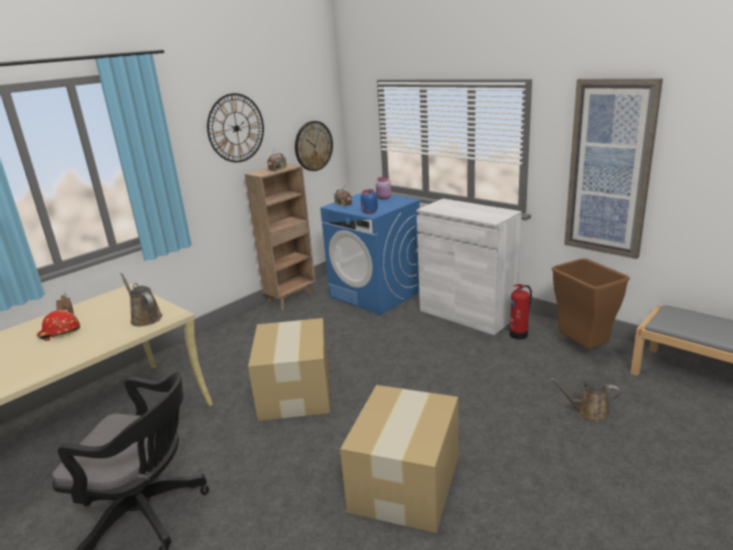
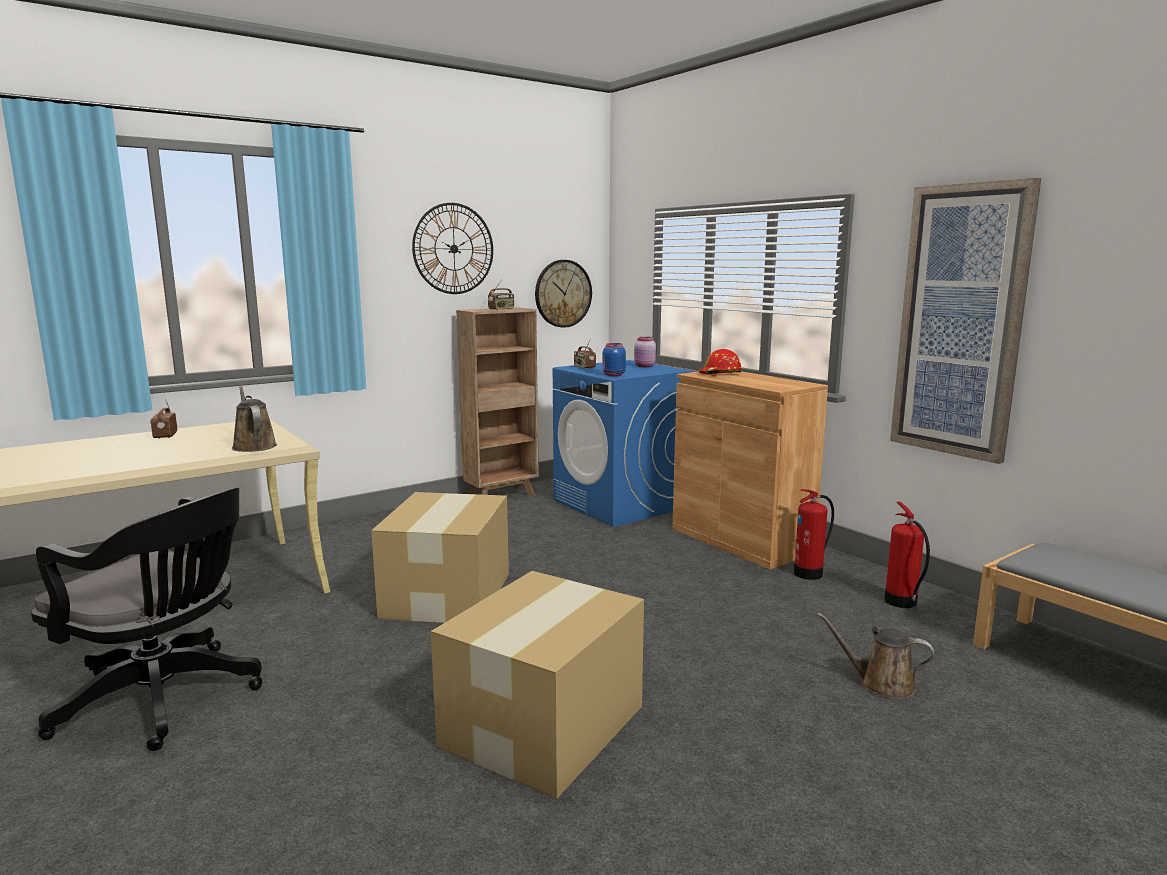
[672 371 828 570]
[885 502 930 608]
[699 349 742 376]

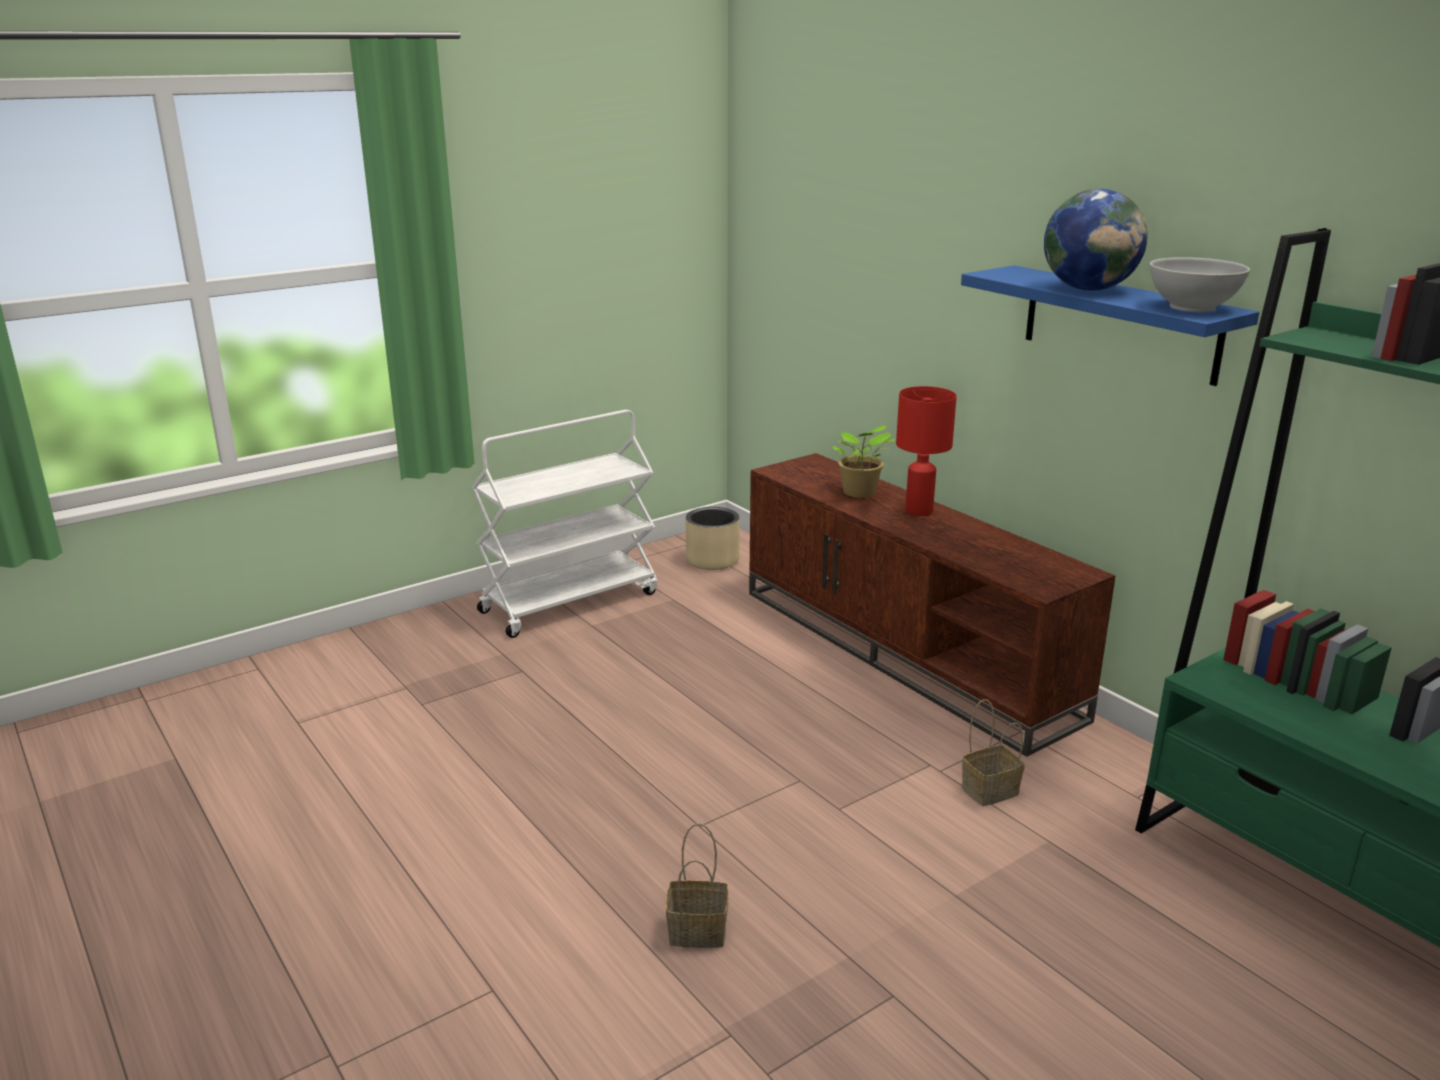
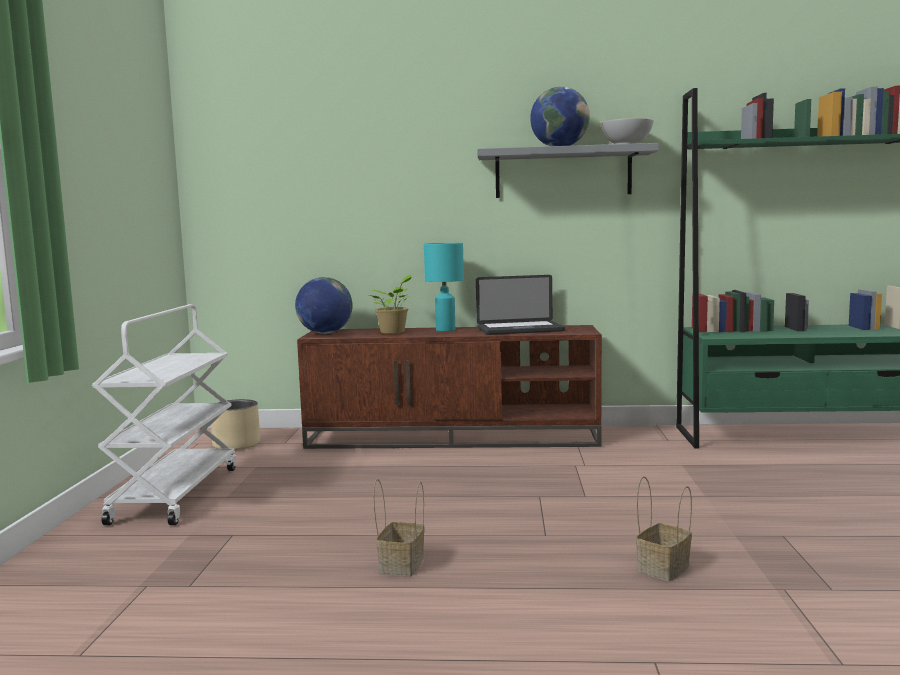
[477 143 659 198]
[424 243 464 331]
[373 479 425 576]
[476 275 565 335]
[295 277 353 334]

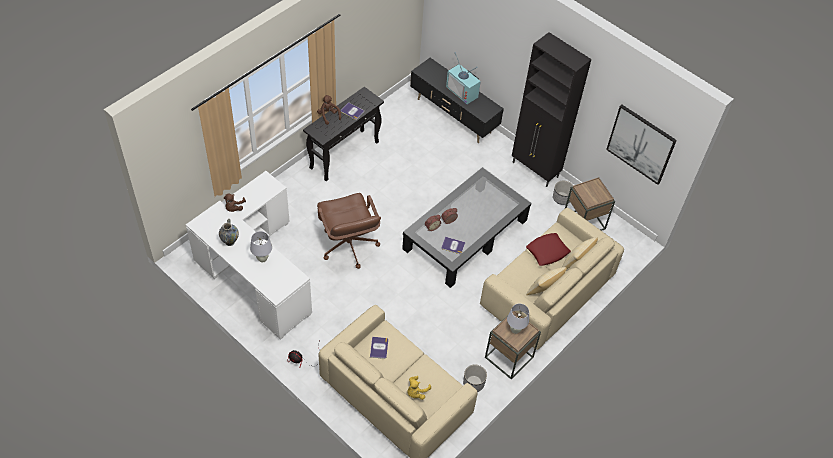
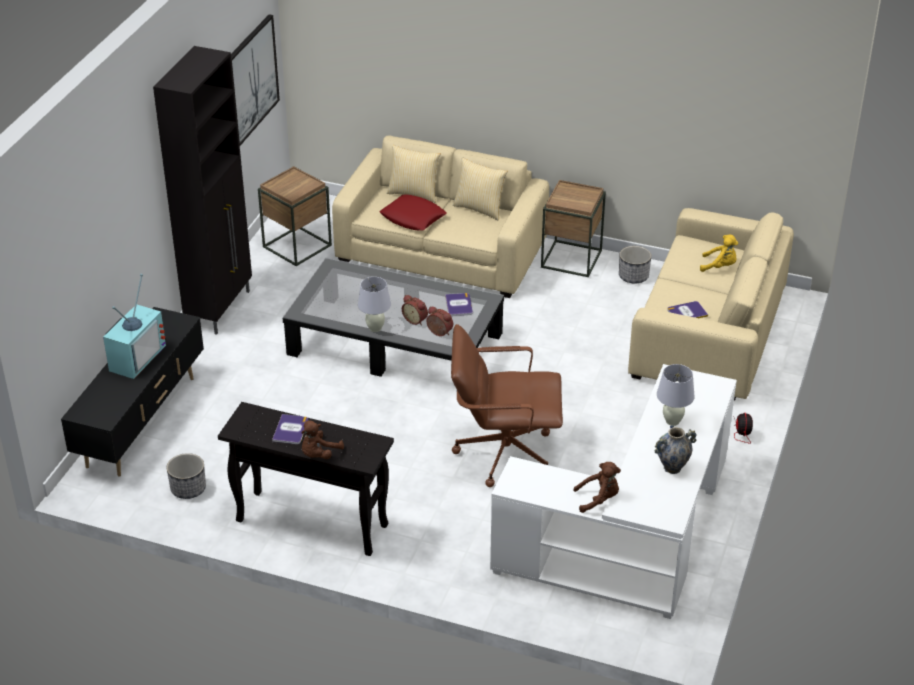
[167 453 206 499]
[451 324 563 487]
[358 277 391 332]

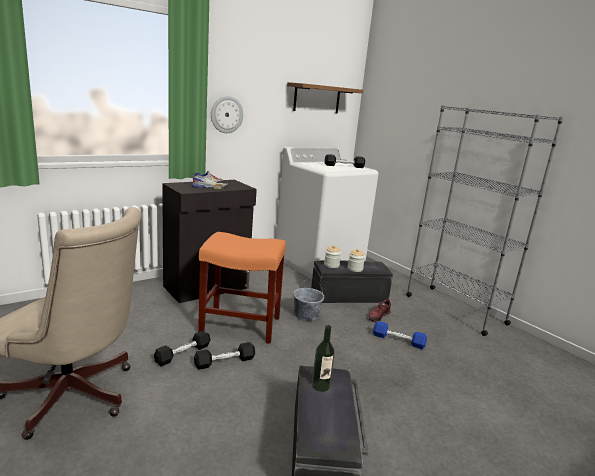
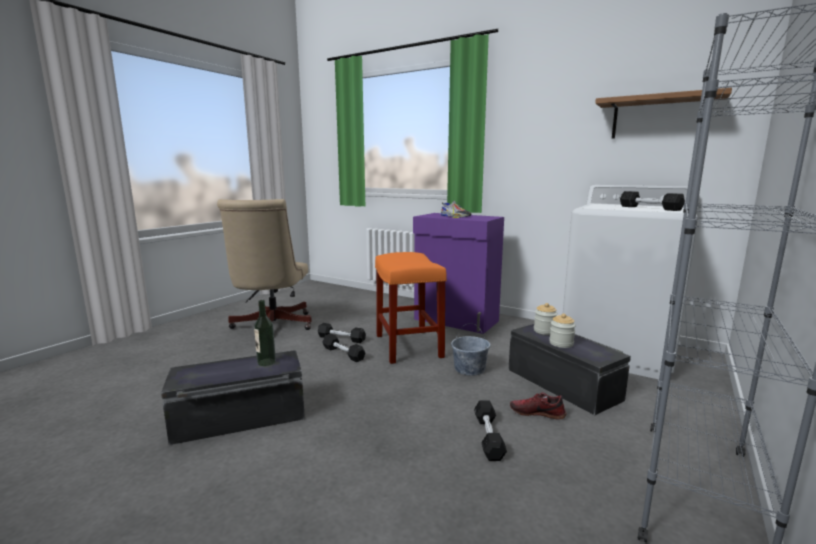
[211 96 243 133] (first image)
[413 213 504 334]
[474 400 507 461]

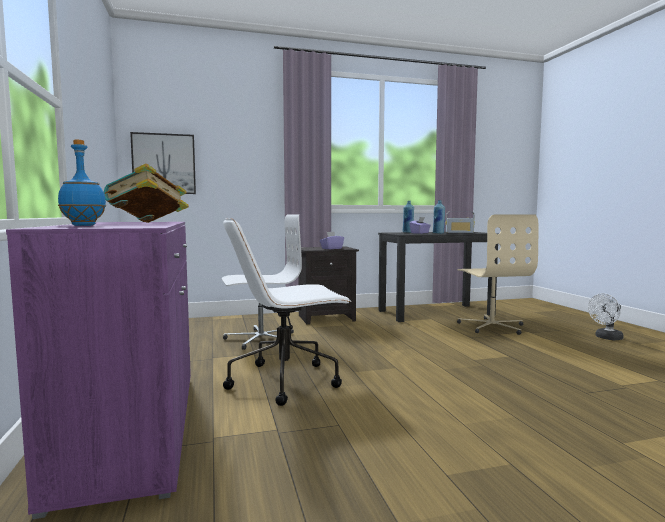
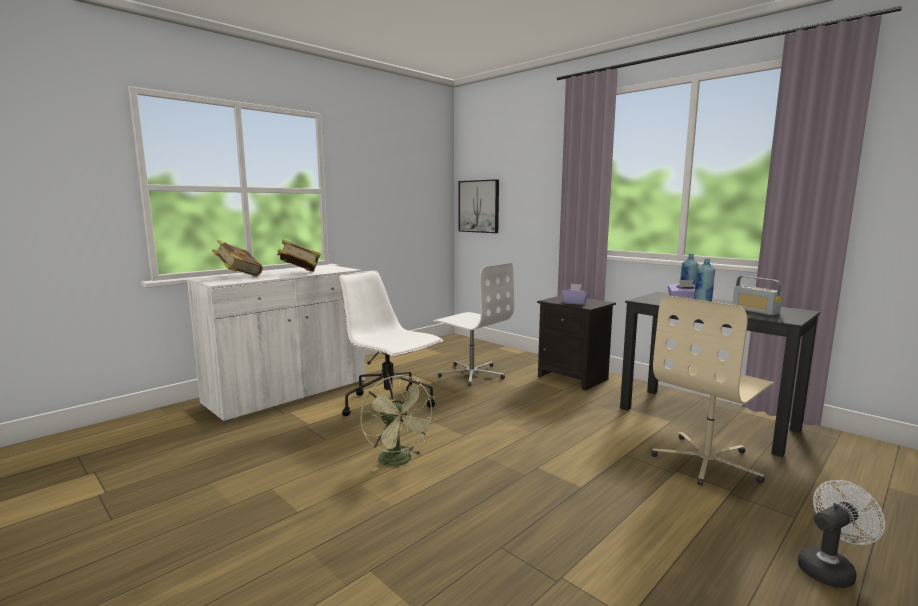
[212 240 263 276]
[187 265 366 423]
[798 480 885 588]
[361 375 436 472]

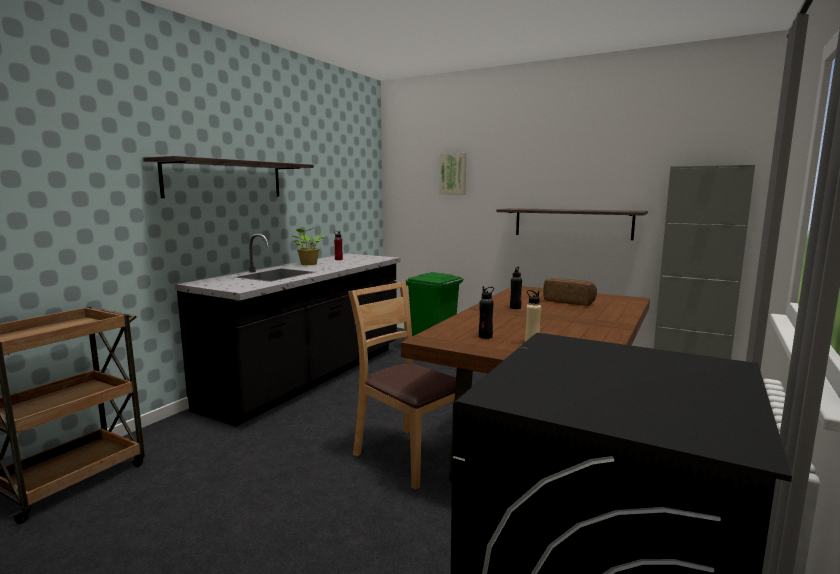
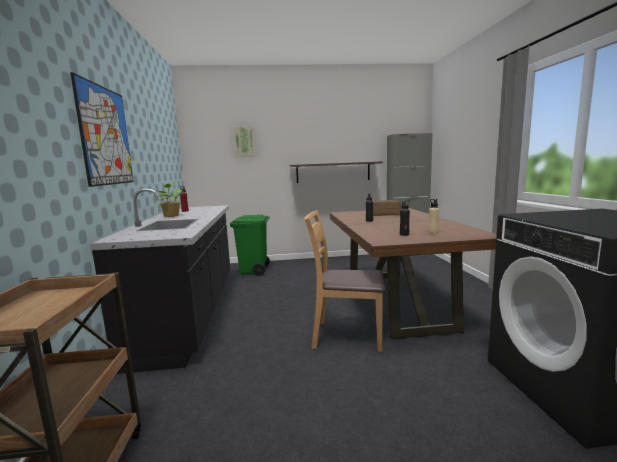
[70 72 134 187]

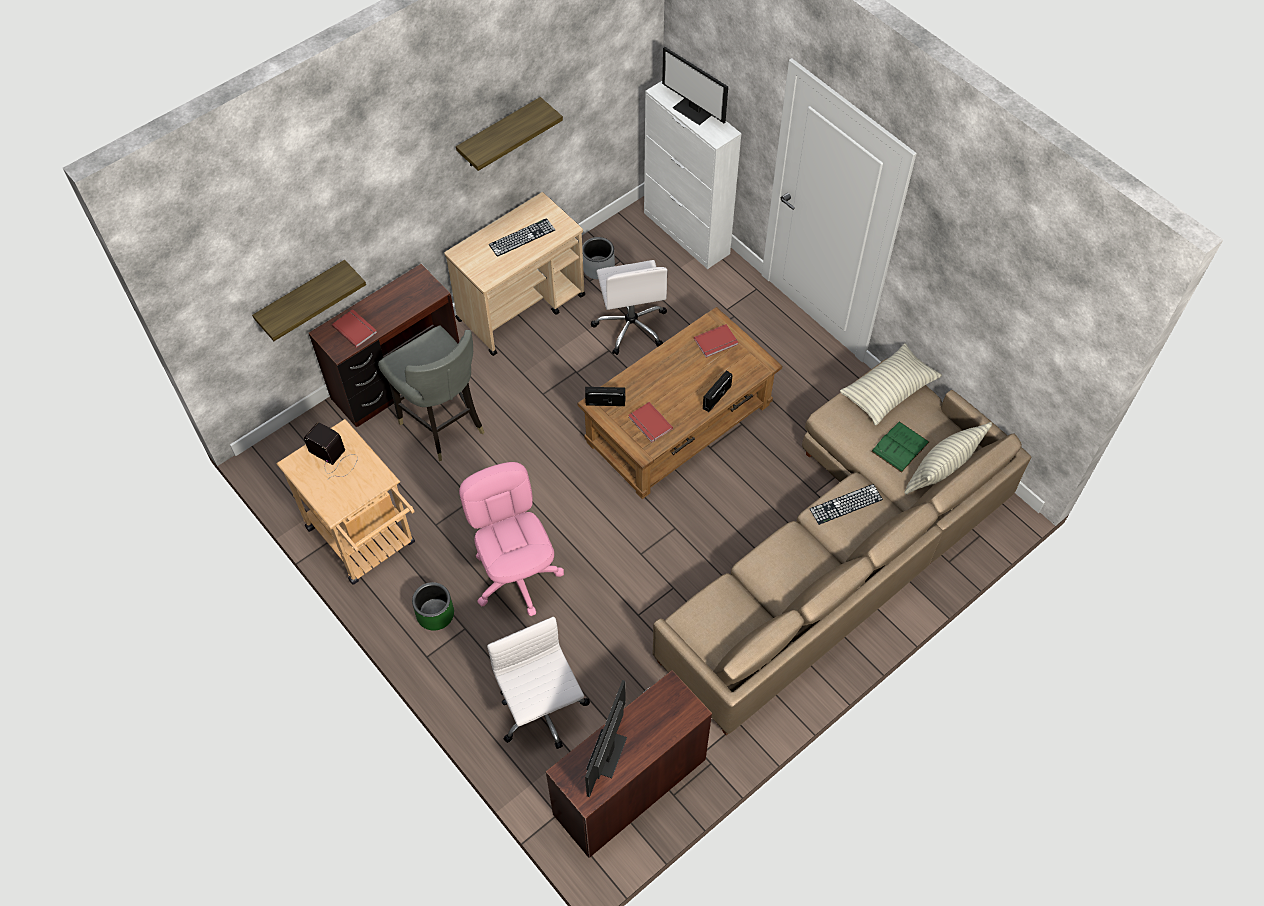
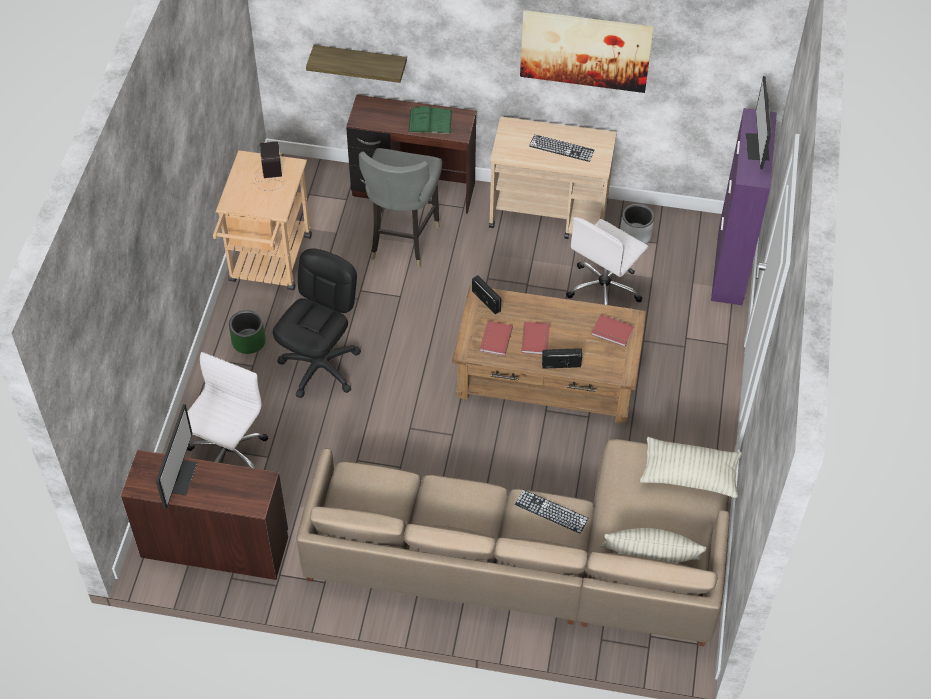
[711 108 777 305]
[520 10 654 93]
[521 322 550 354]
[408 106 452 134]
[273 248 361 398]
[156 404 197 510]

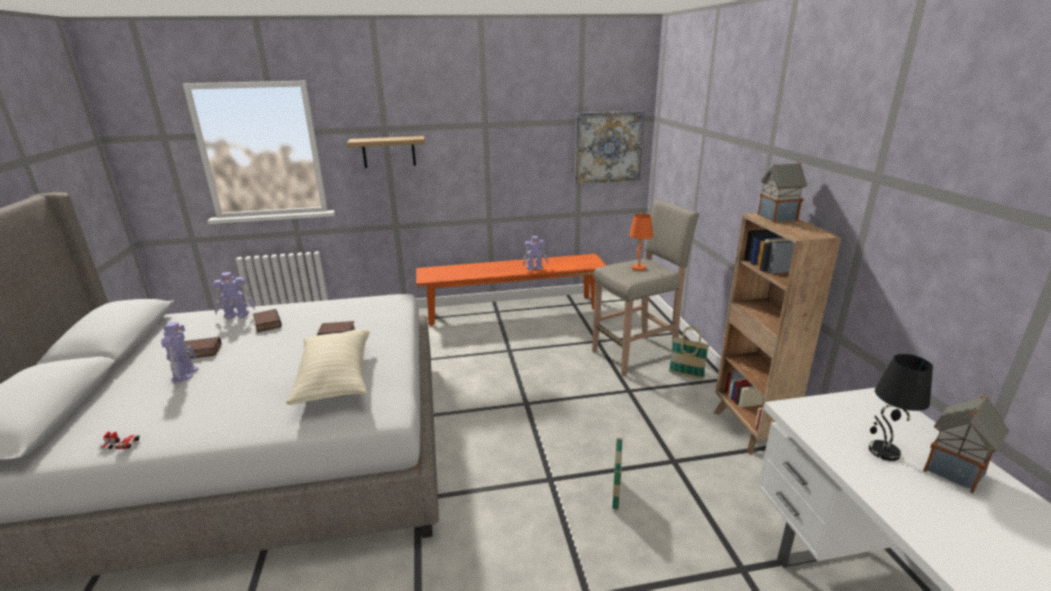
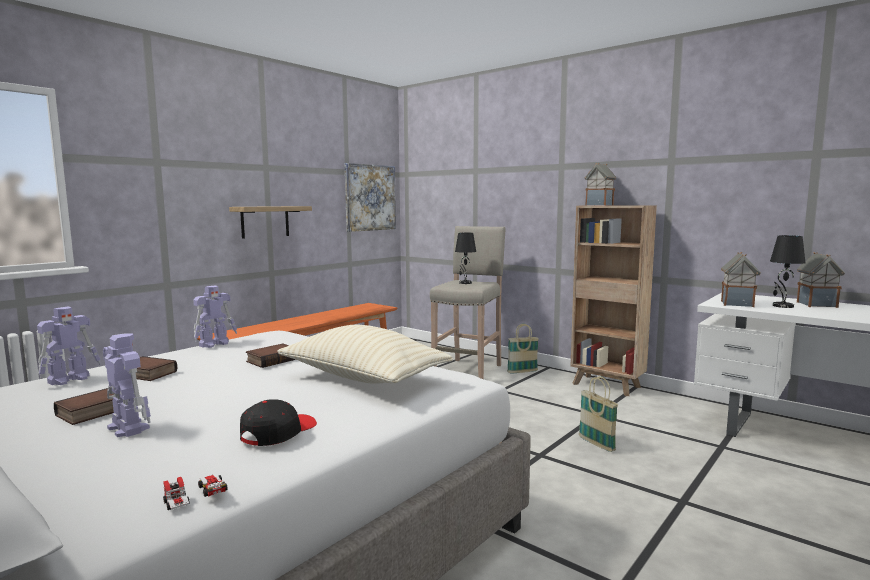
[229 206 312 239]
[455 233 476 284]
[193 285 237 348]
[721 252 761 307]
[240 399 317 446]

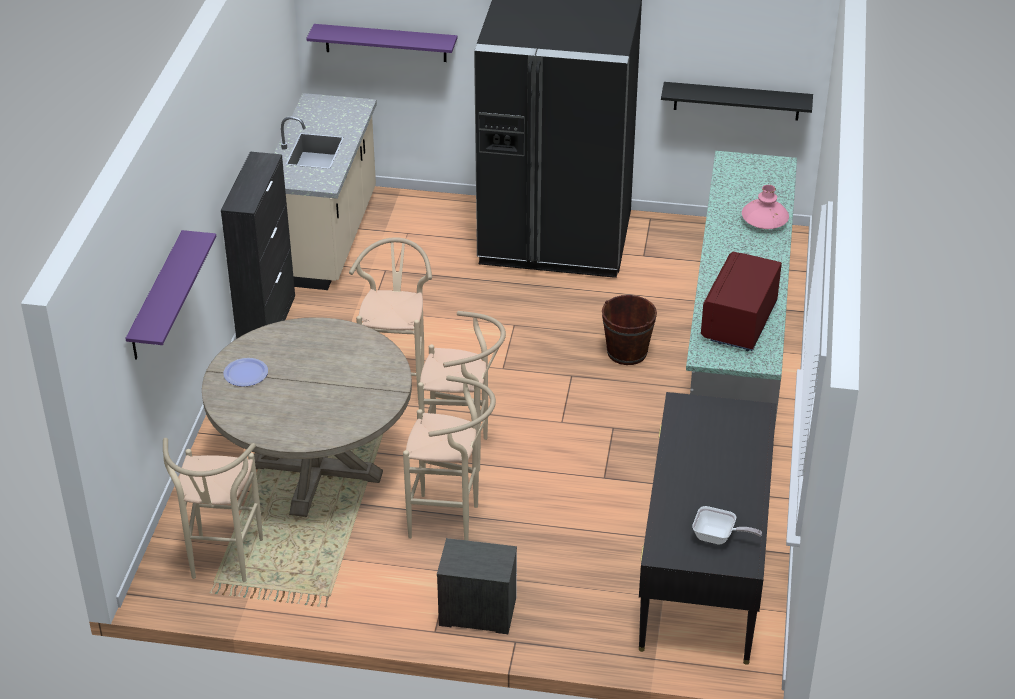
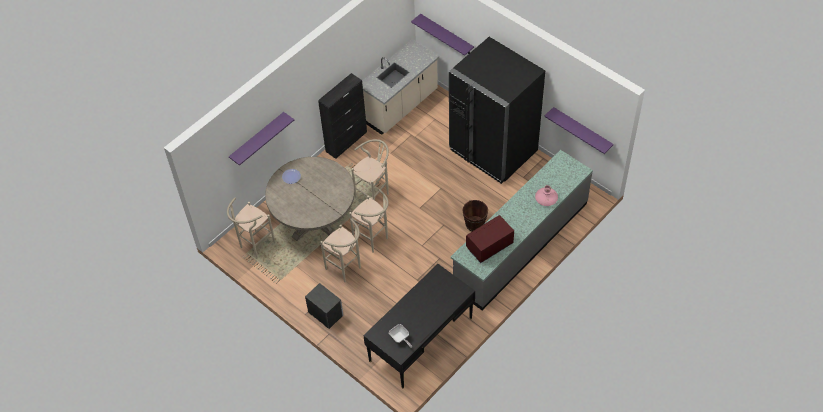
[544 107 614 154]

